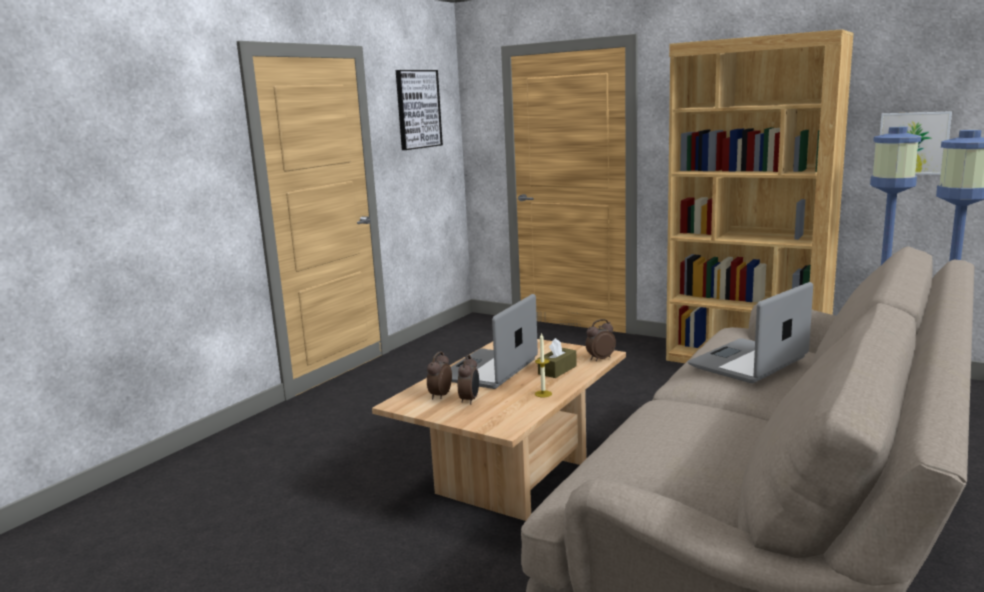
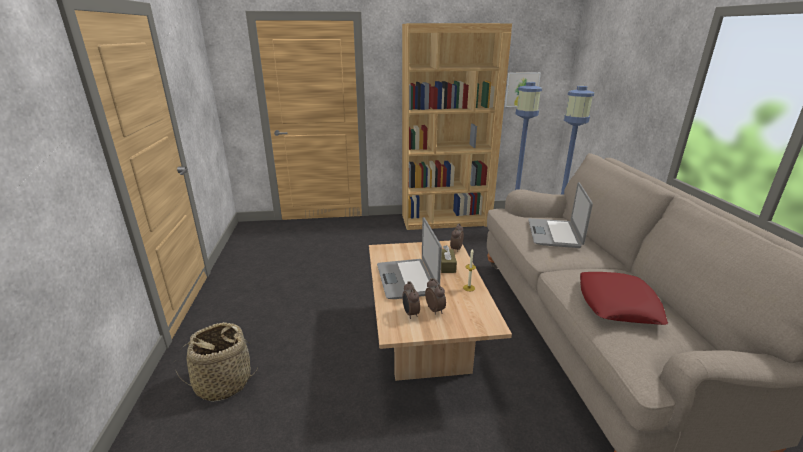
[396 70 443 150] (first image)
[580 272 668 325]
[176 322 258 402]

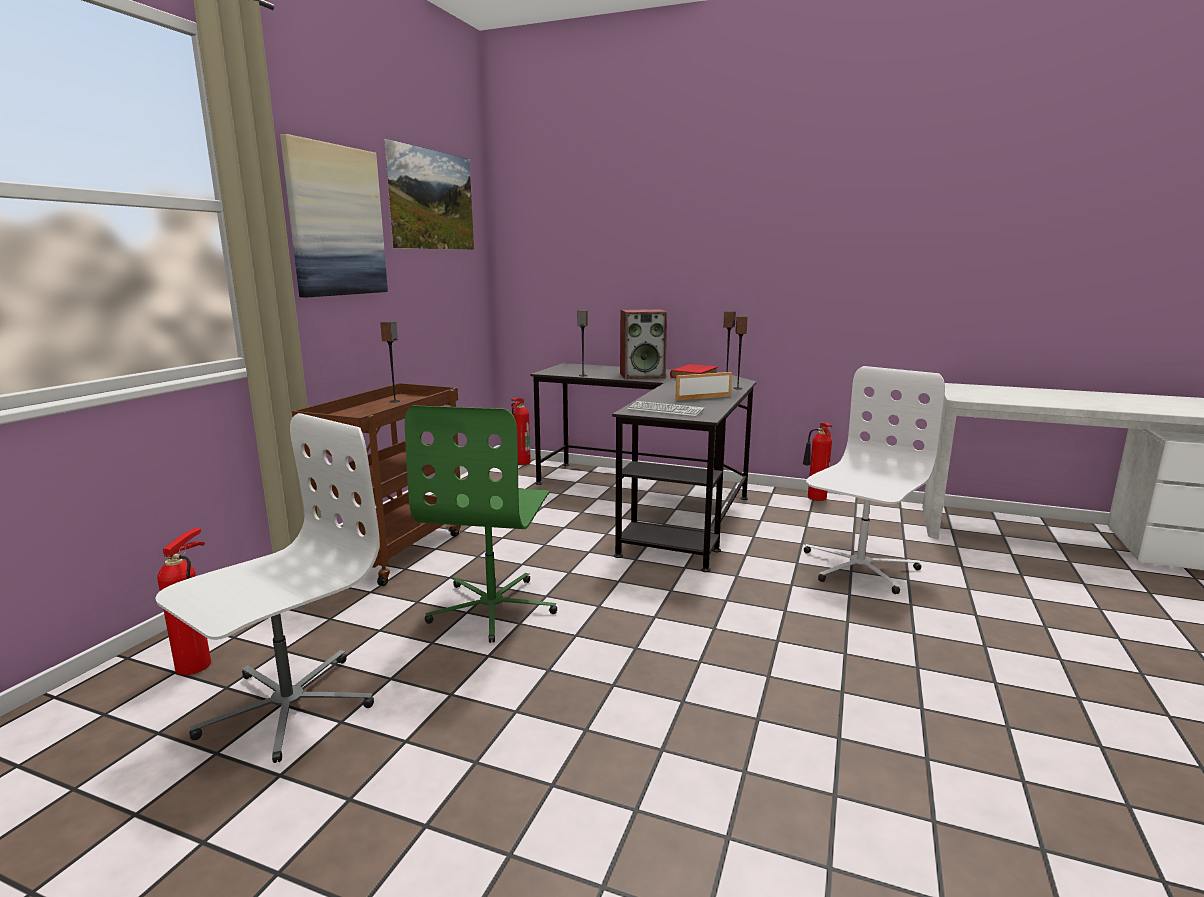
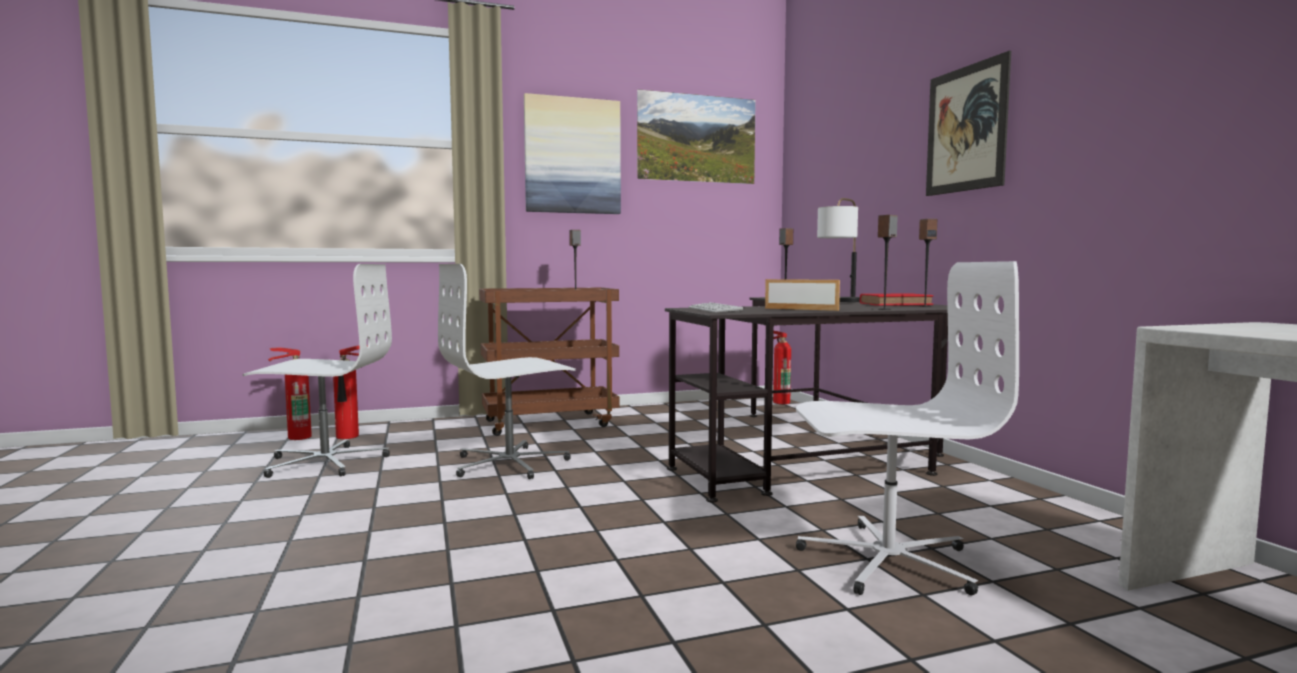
[817 198 860 302]
[438 264 576 479]
[268 348 312 440]
[926 51 1011 196]

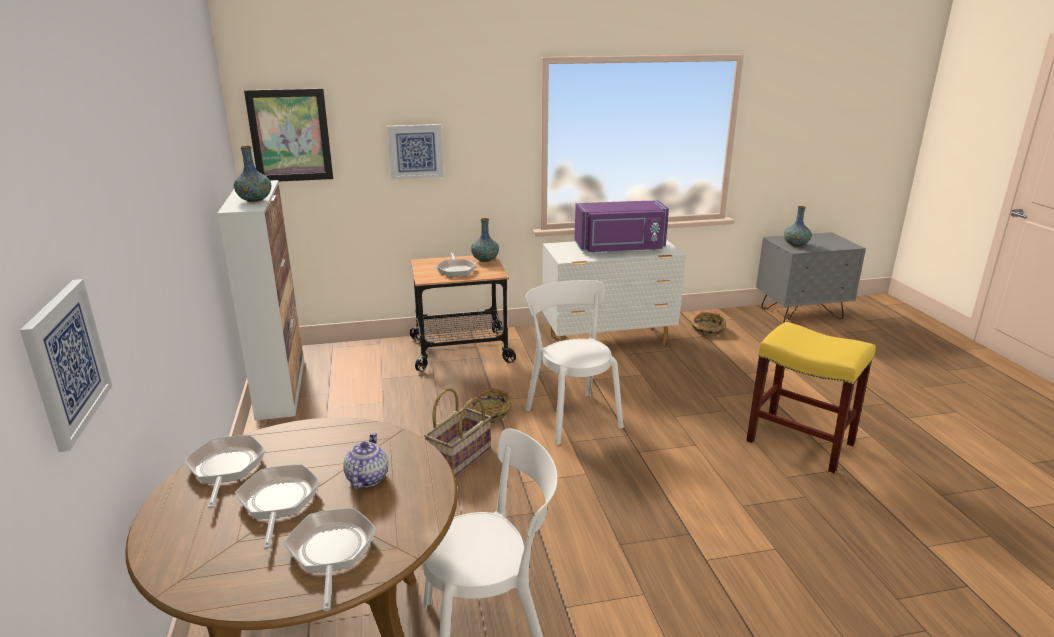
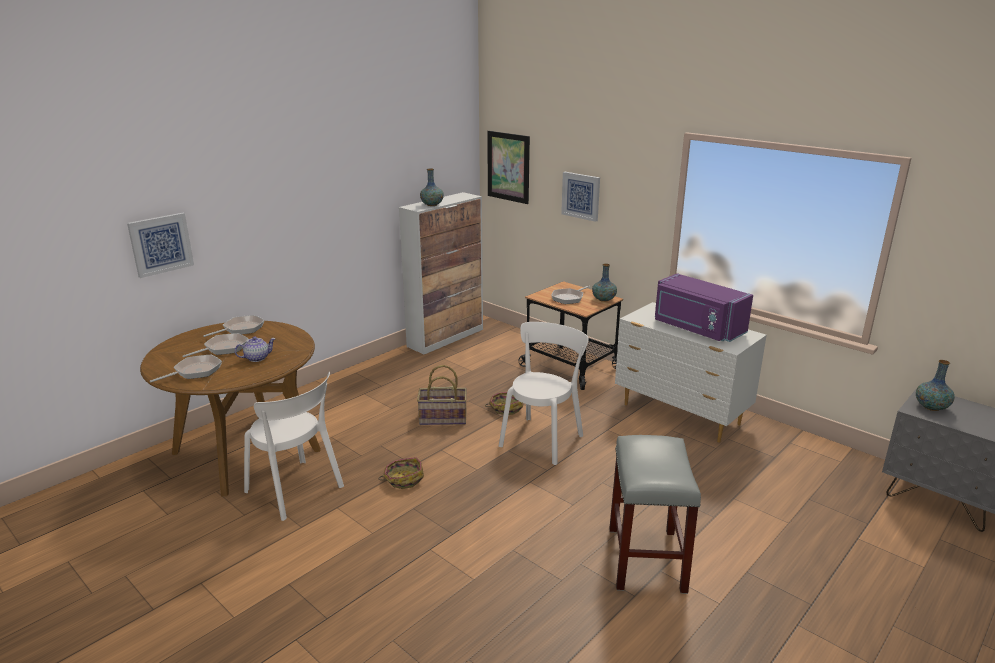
[379 457 424 489]
[609 435 701 594]

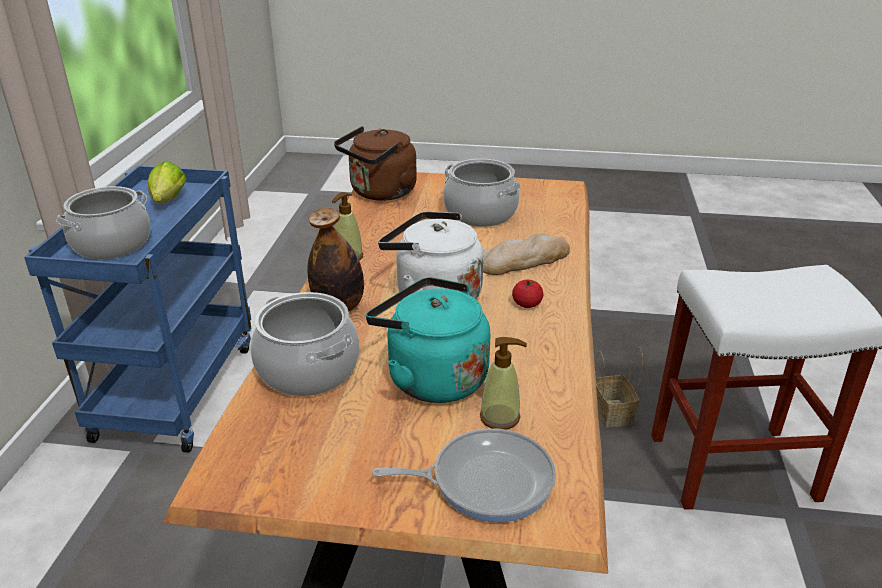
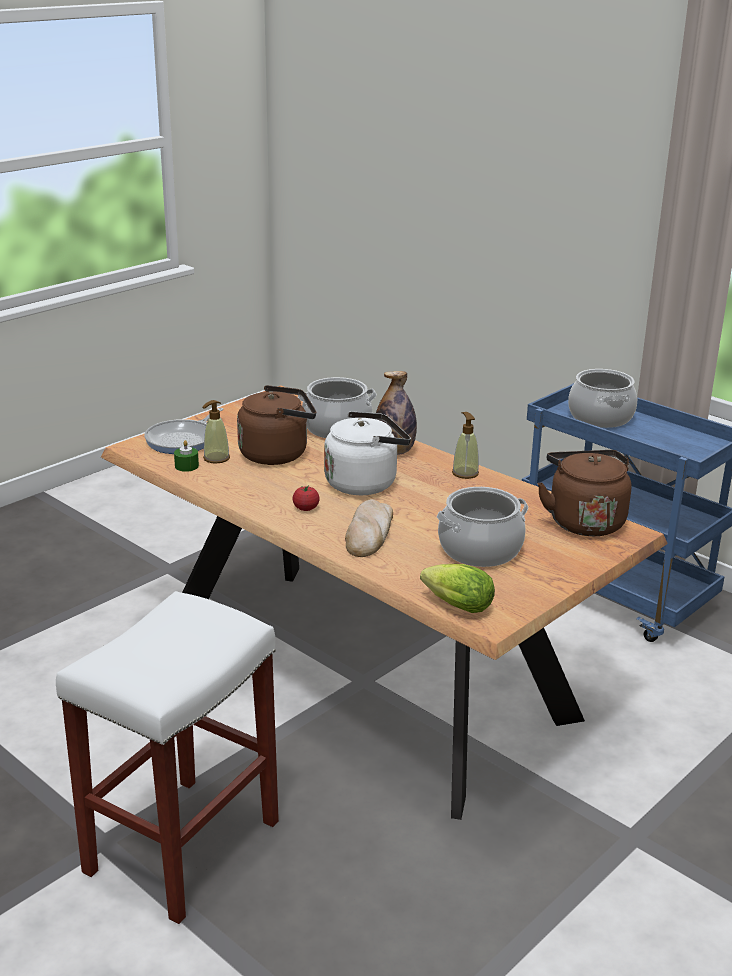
[420 564 495 613]
[237 385 316 465]
[595 347 643 428] (first image)
[174 440 199 472]

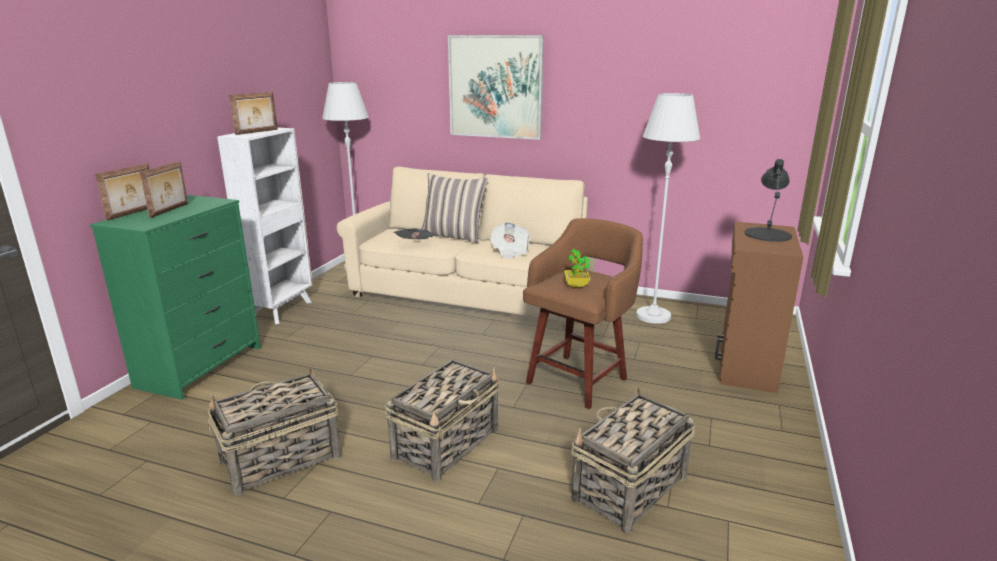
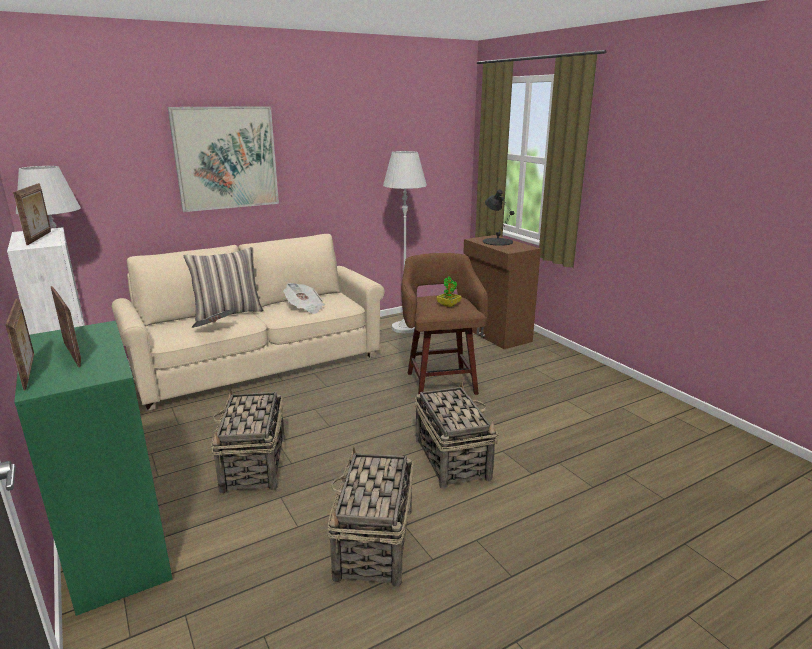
[211 389 285 493]

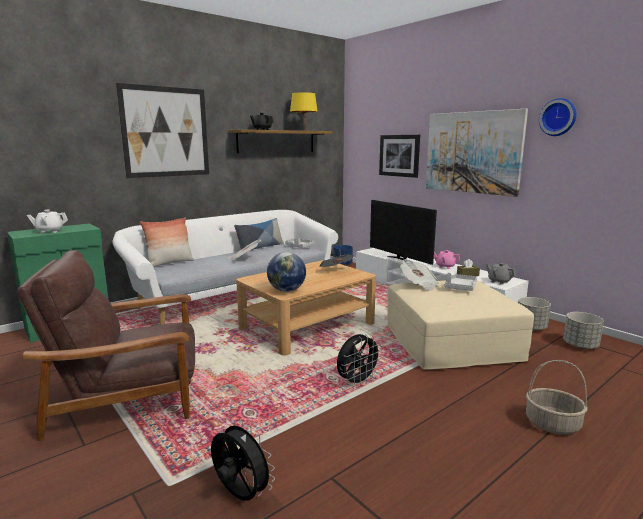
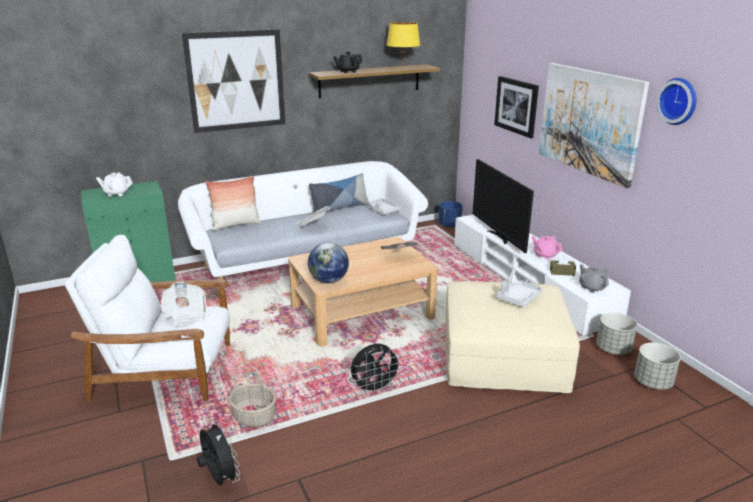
[65 235 230 402]
[160 281 206 328]
[229 362 276 427]

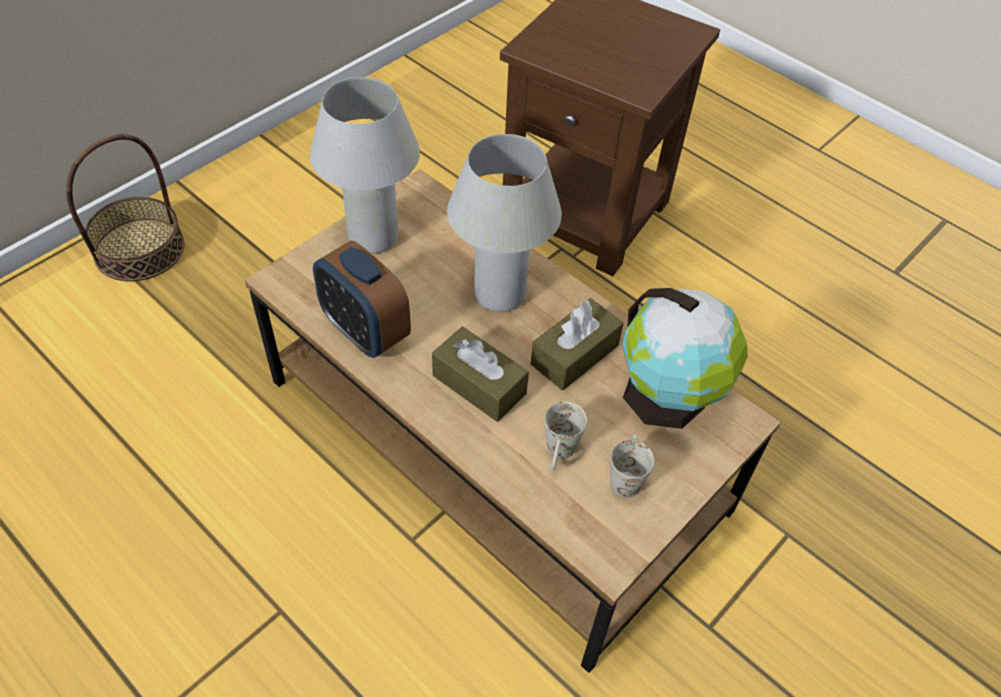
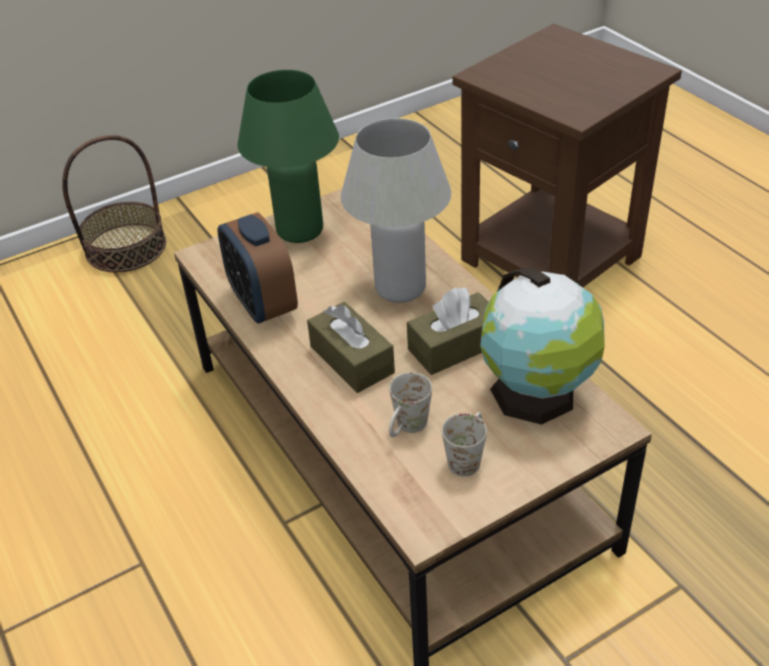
[237 70 339 243]

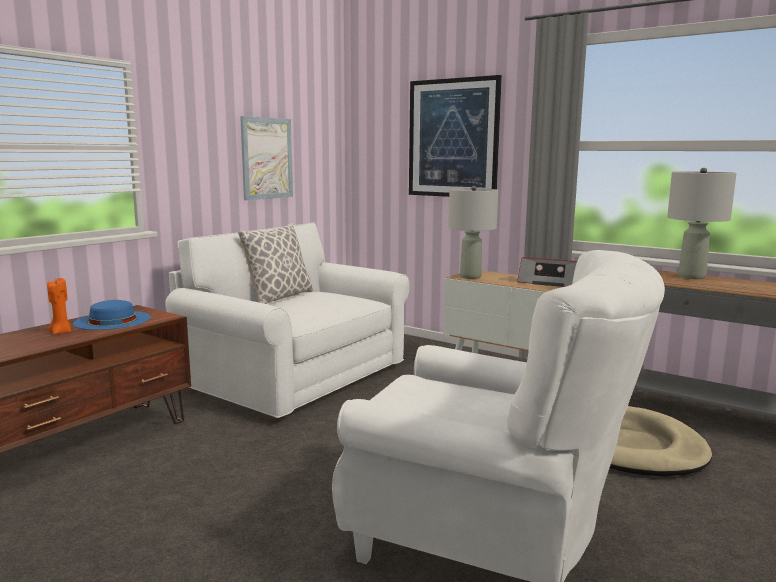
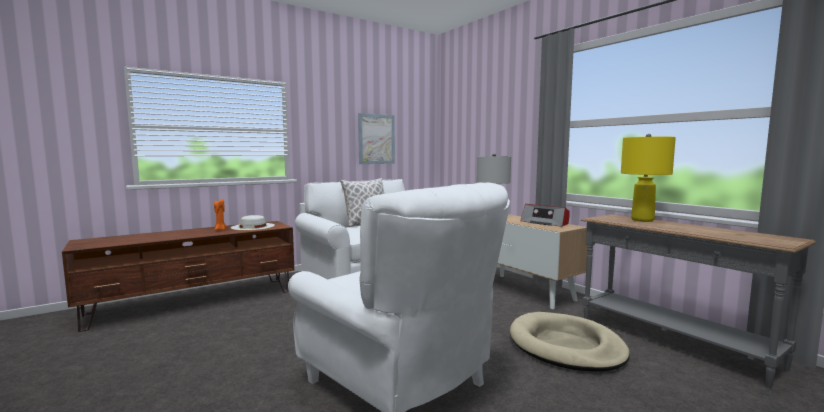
[409 75 502 197] (first image)
[621 134 676 222]
[231 215 275 230]

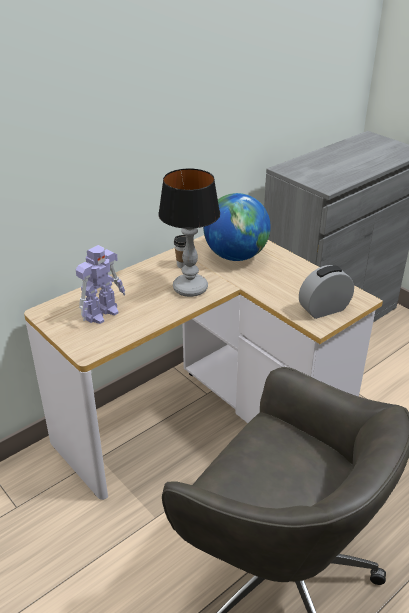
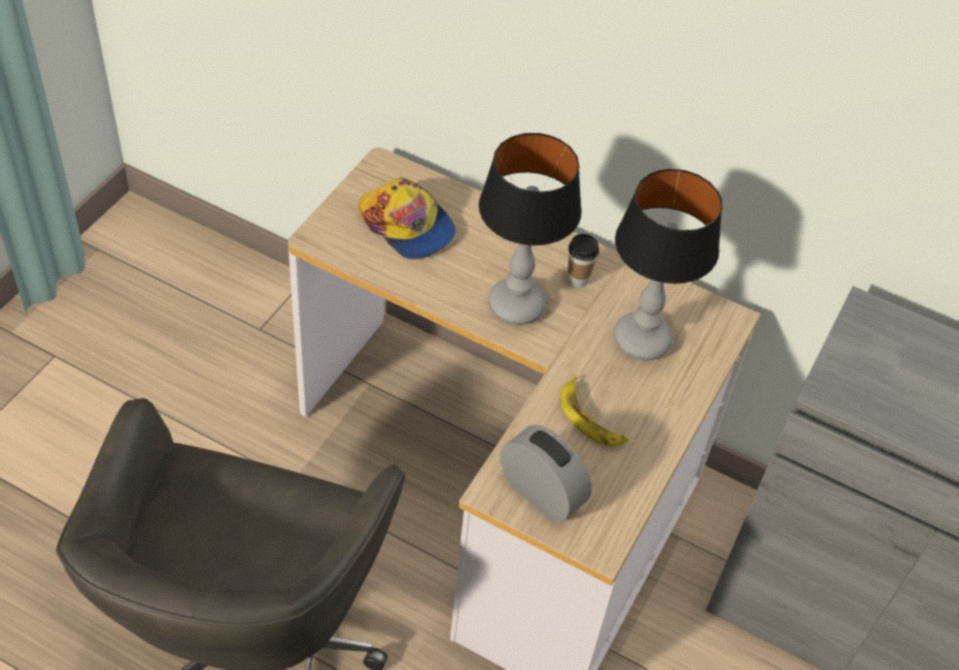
[614 169 722 361]
[359 177 456 260]
[561 375 629 446]

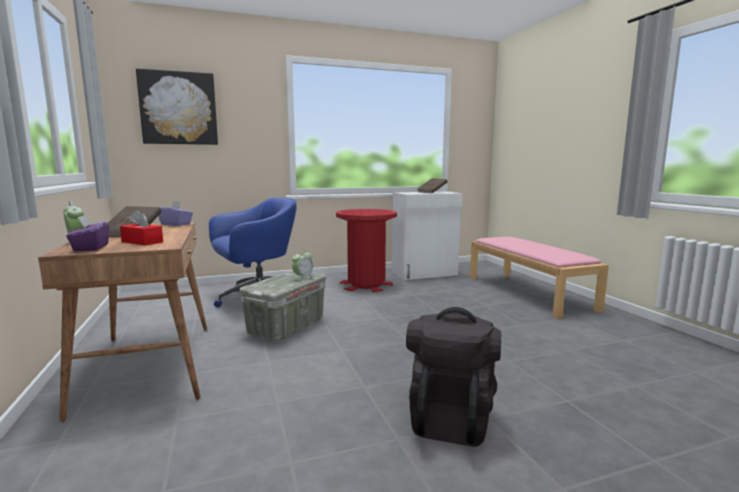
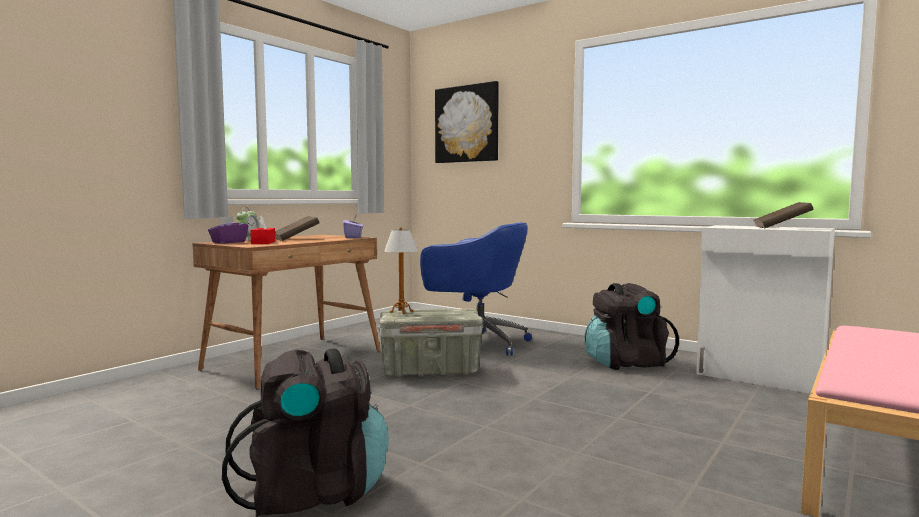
[584 283 679 370]
[292 250 313 281] (first image)
[384 227 418 315]

